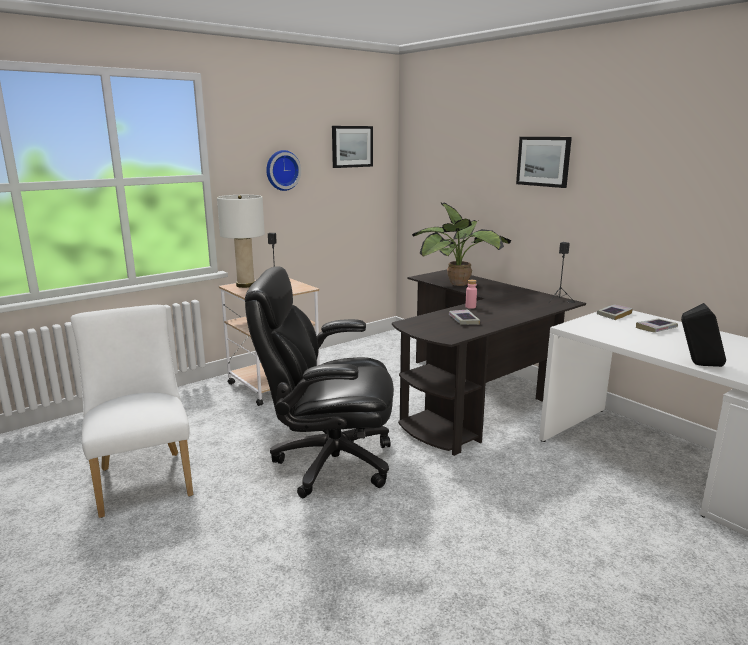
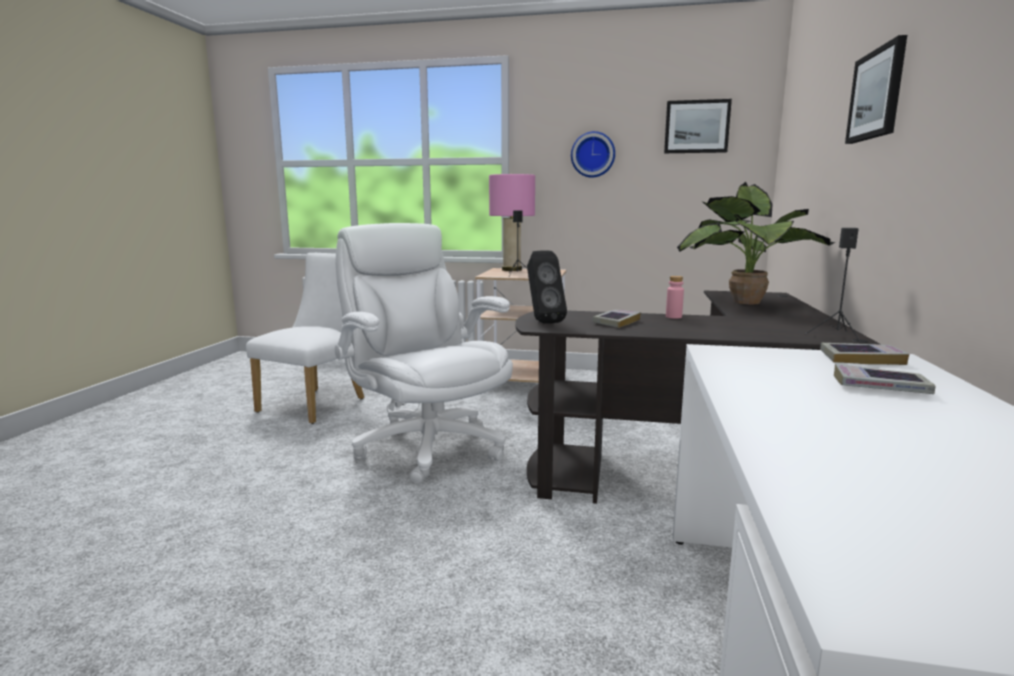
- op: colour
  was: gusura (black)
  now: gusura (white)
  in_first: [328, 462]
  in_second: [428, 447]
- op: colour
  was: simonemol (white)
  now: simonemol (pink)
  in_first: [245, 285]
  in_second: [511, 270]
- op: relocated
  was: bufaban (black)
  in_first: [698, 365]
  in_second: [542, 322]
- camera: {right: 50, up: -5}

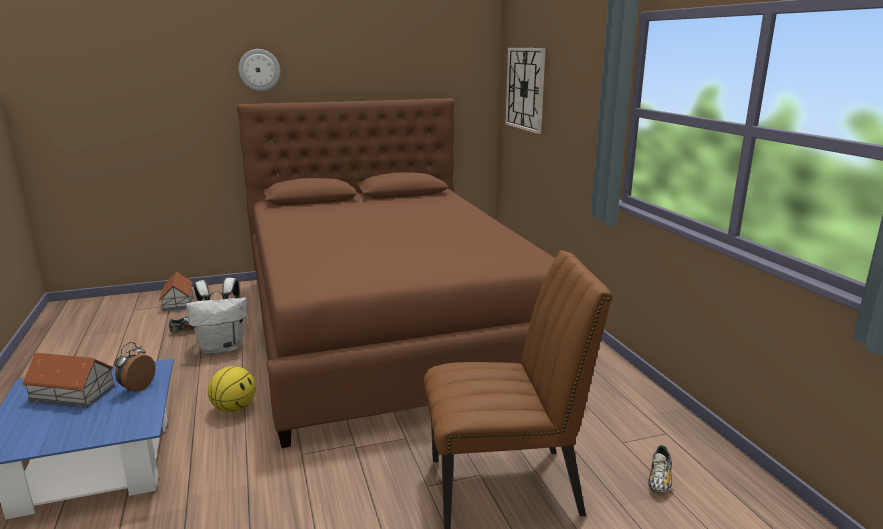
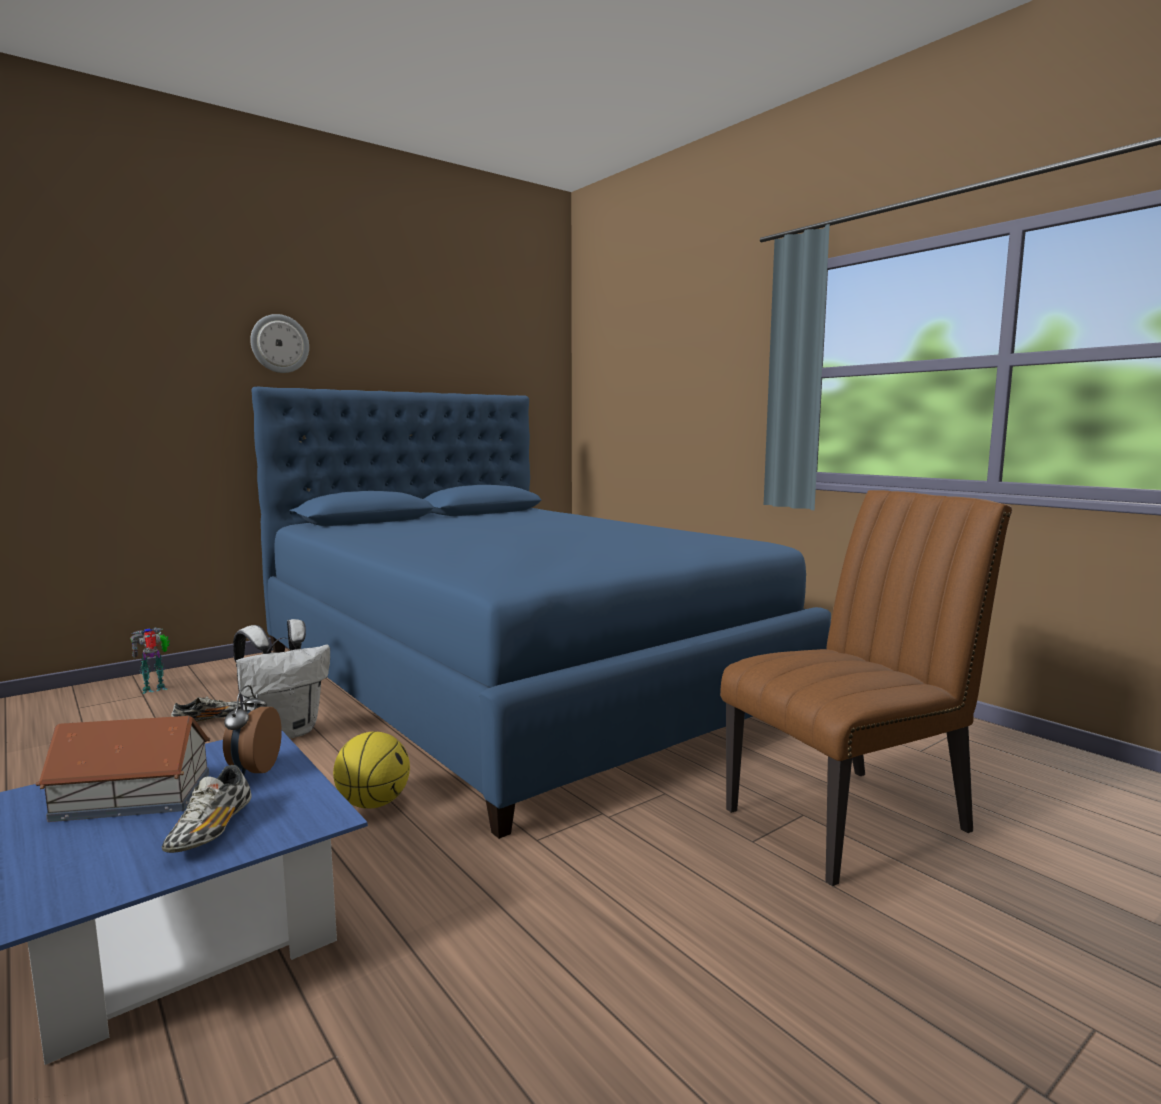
- op: exchanged
  was: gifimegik
  now: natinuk
  in_first: [178, 302]
  in_second: [155, 689]
- op: relocated
  was: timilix
  in_first: [659, 480]
  in_second: [211, 831]
- op: colour
  was: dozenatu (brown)
  now: dozenatu (blue)
  in_first: [389, 327]
  in_second: [515, 679]
- op: missing
  was: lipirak
  in_first: [525, 89]
- camera: {right: -20, up: -10}

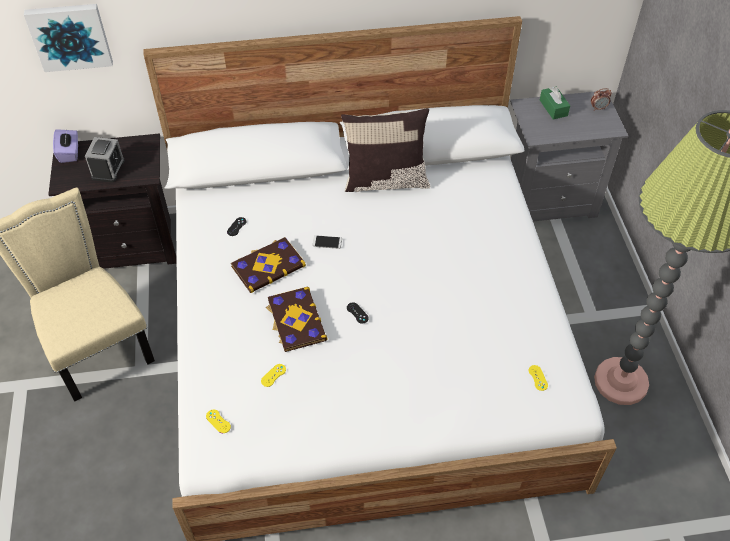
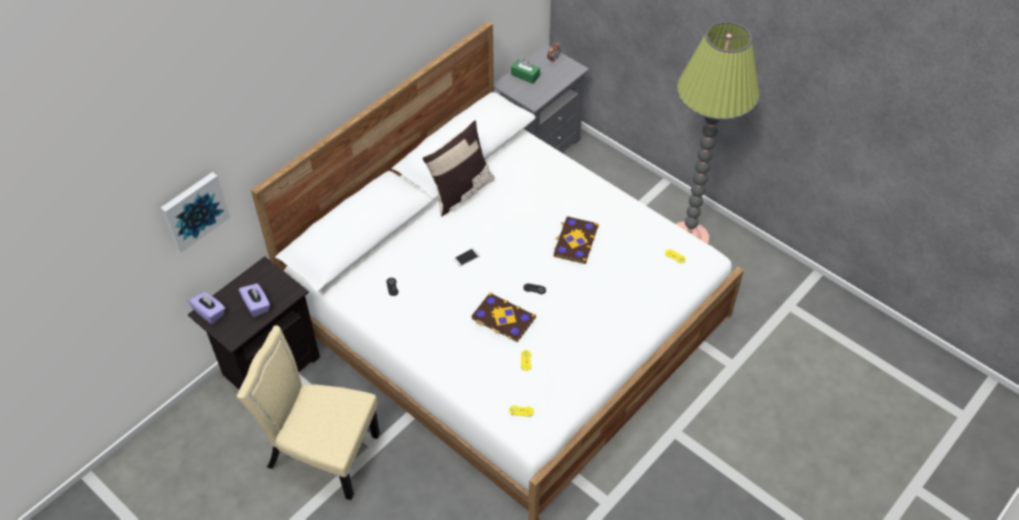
- op: exchanged
  was: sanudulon
  now: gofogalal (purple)
  in_first: [108, 169]
  in_second: [257, 305]
- op: relocated
  was: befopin
  in_first: [268, 265]
  in_second: [575, 241]
- camera: {right: -40, up: 0}

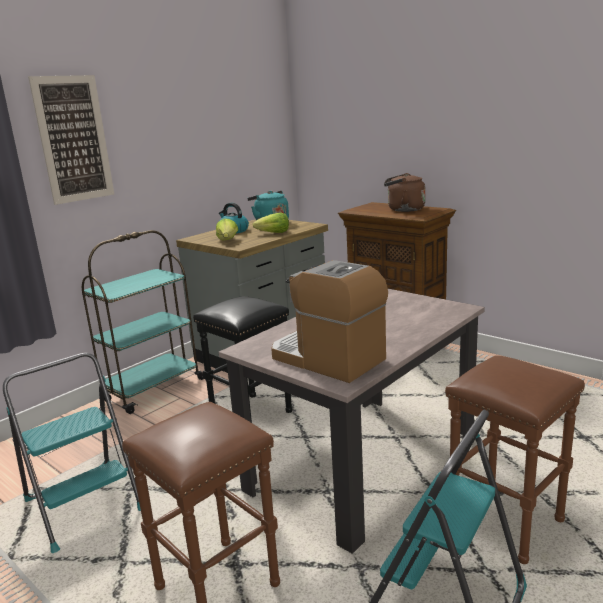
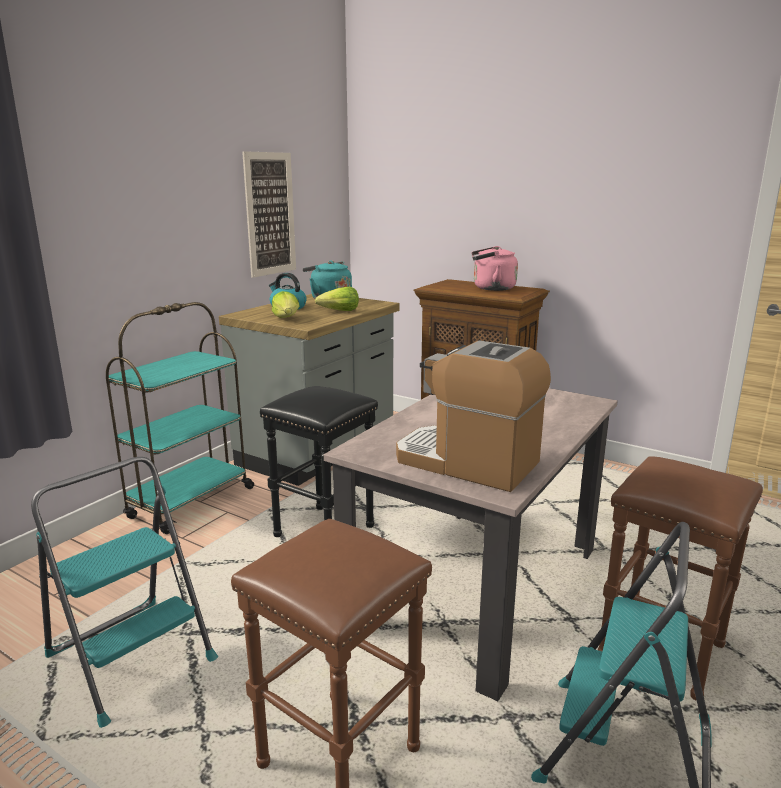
- op: relocated
  was: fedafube
  in_first: [73, 139]
  in_second: [270, 214]
- op: colour
  was: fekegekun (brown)
  now: fekegekun (pink)
  in_first: [403, 209]
  in_second: [491, 288]
- camera: {right: -10, up: 0}

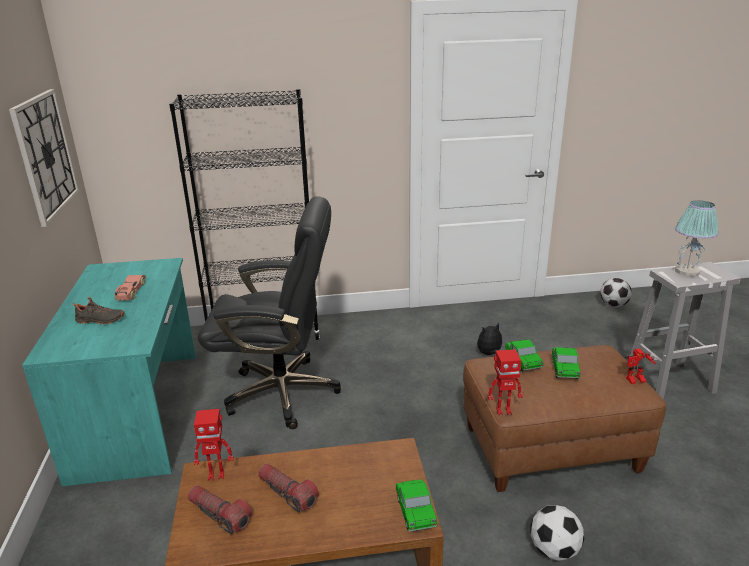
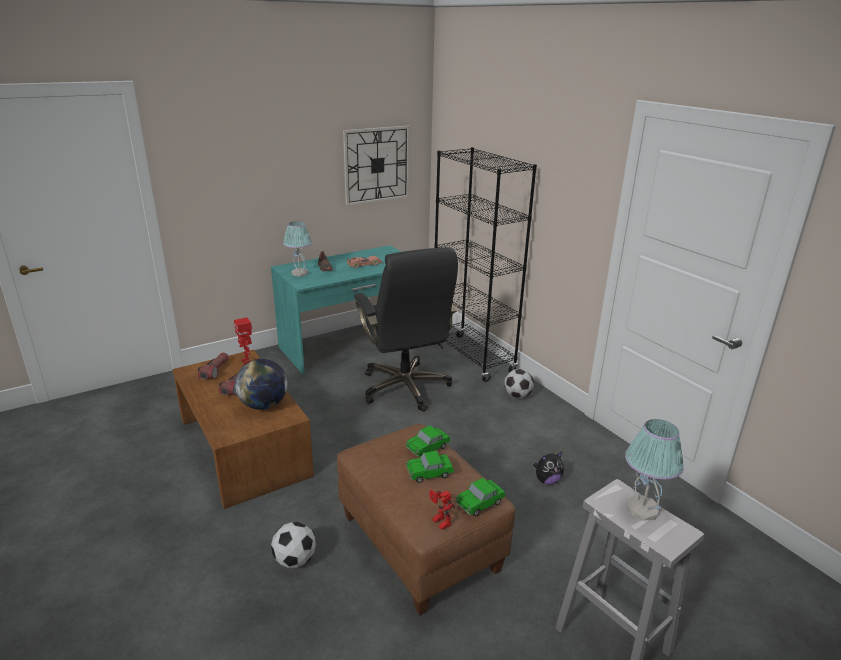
- op: appeared
  now: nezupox
  in_second: [264, 405]
- op: appeared
  now: simonemol
  in_second: [300, 273]
- op: relocated
  was: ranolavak
  in_first: [415, 512]
  in_second: [480, 503]
- op: relocated
  was: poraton
  in_first: [613, 305]
  in_second: [517, 396]
- op: spun
  was: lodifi
  in_first: [489, 354]
  in_second: [547, 480]
  clockwise: 120
- op: missing
  was: natinuk
  in_first: [503, 410]
- camera: {right: 65, up: 0}

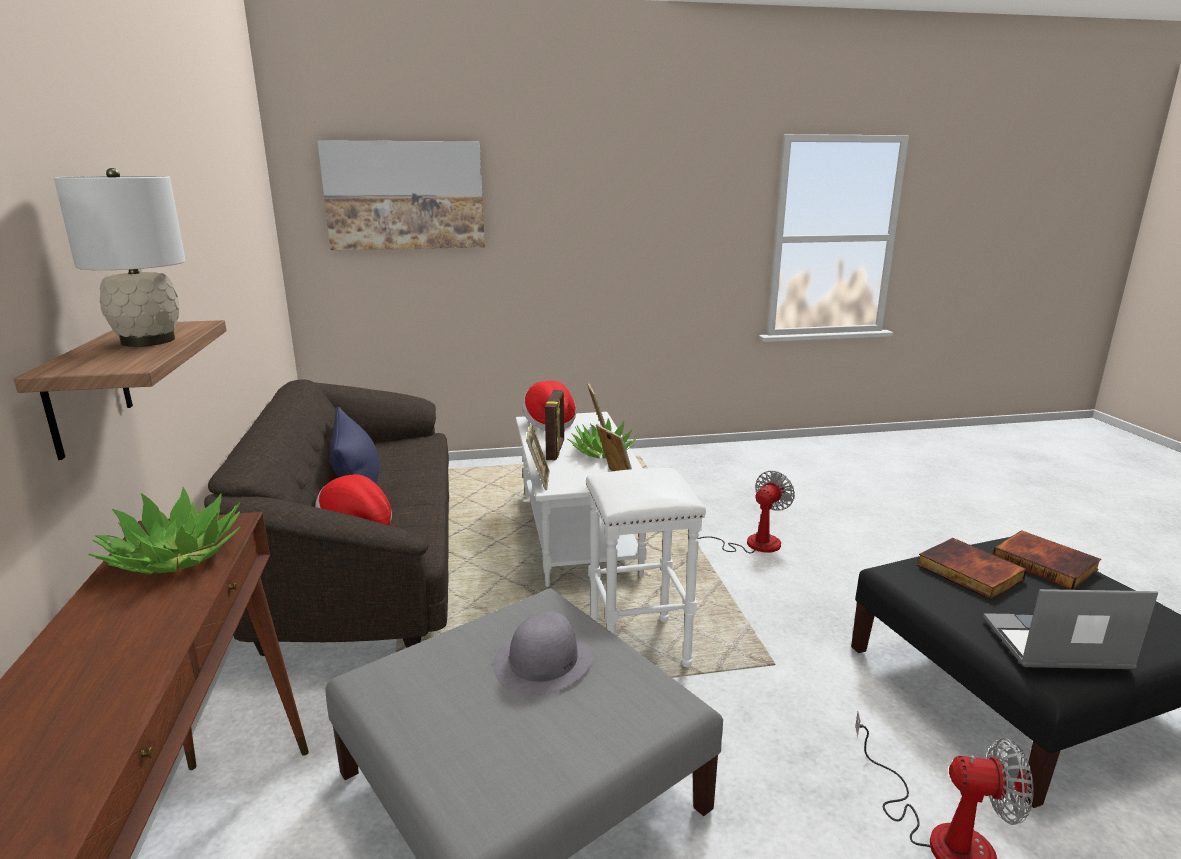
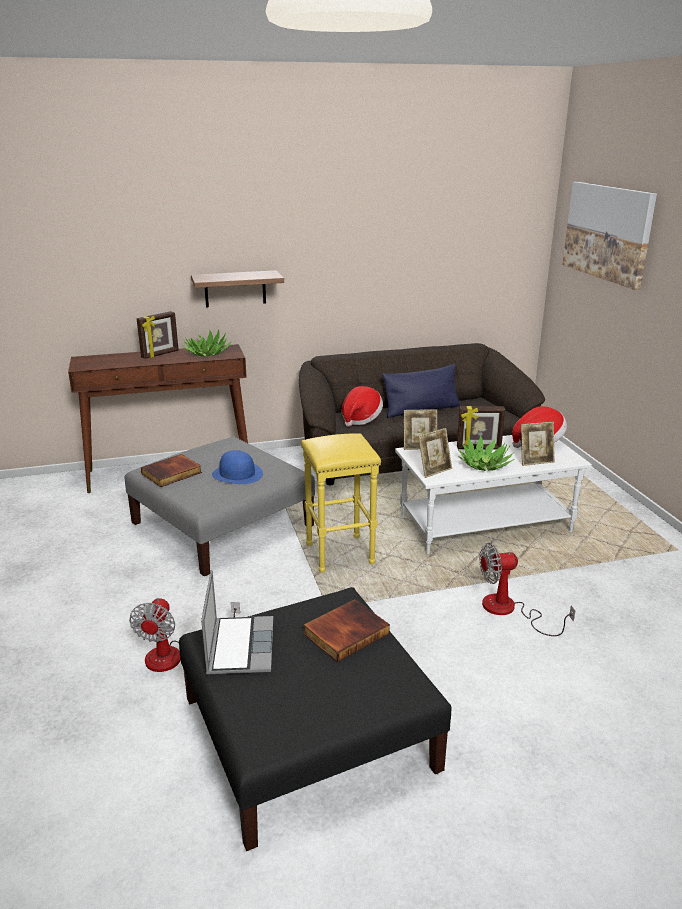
- op: appeared
  now: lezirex
  in_second: [160, 354]
- op: relocated
  was: befopin
  in_first: [1045, 563]
  in_second: [172, 474]
- op: colour
  was: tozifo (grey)
  now: tozifo (blue)
  in_first: [543, 661]
  in_second: [237, 474]
- op: colour
  was: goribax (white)
  now: goribax (yellow)
  in_first: [636, 646]
  in_second: [340, 553]
- op: spun
  was: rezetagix
  in_first: [750, 543]
  in_second: [509, 610]
  clockwise: 135
- op: missing
  was: simonemol (white)
  in_first: [147, 341]
- camera: {right: 85, up: 5}

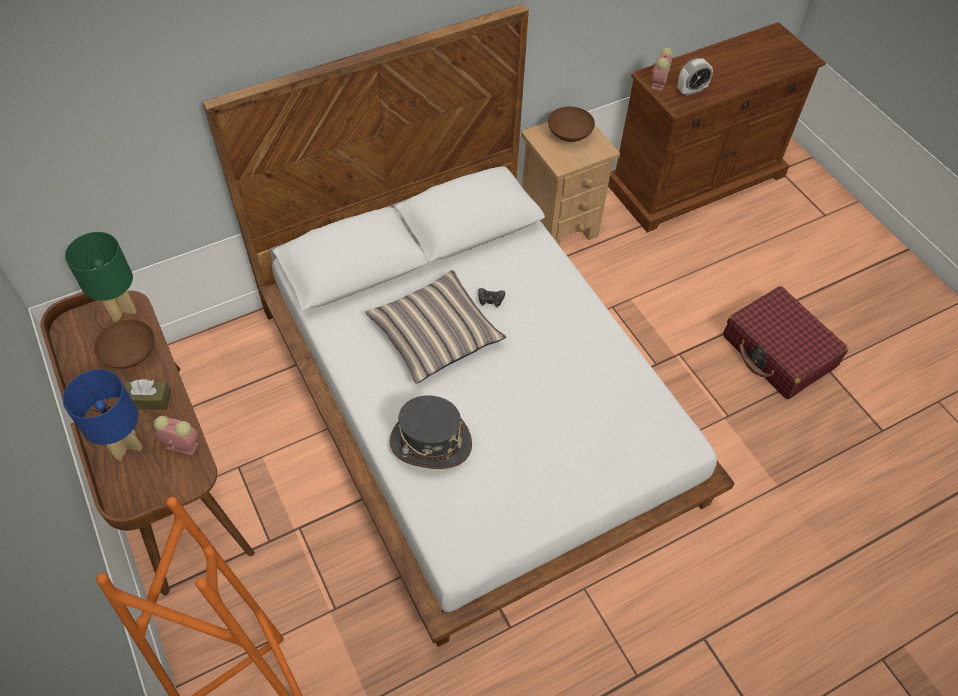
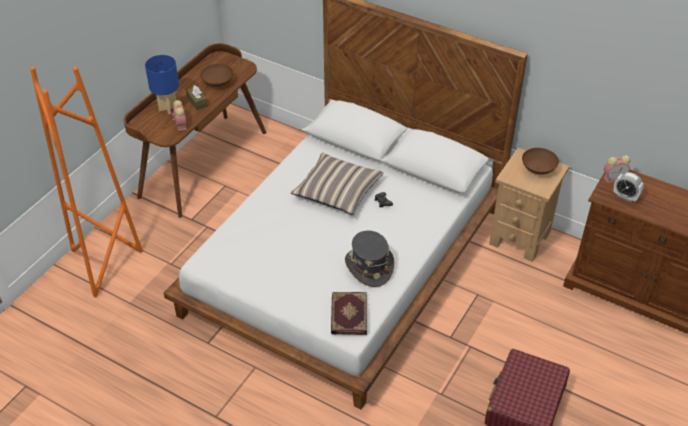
- op: appeared
  now: befopin
  in_second: [348, 314]
- op: relocated
  was: tozifo (grey)
  in_first: [430, 443]
  in_second: [369, 266]
- op: missing
  was: simonemol (green)
  in_first: [122, 309]
- camera: {right: 60, up: -10}

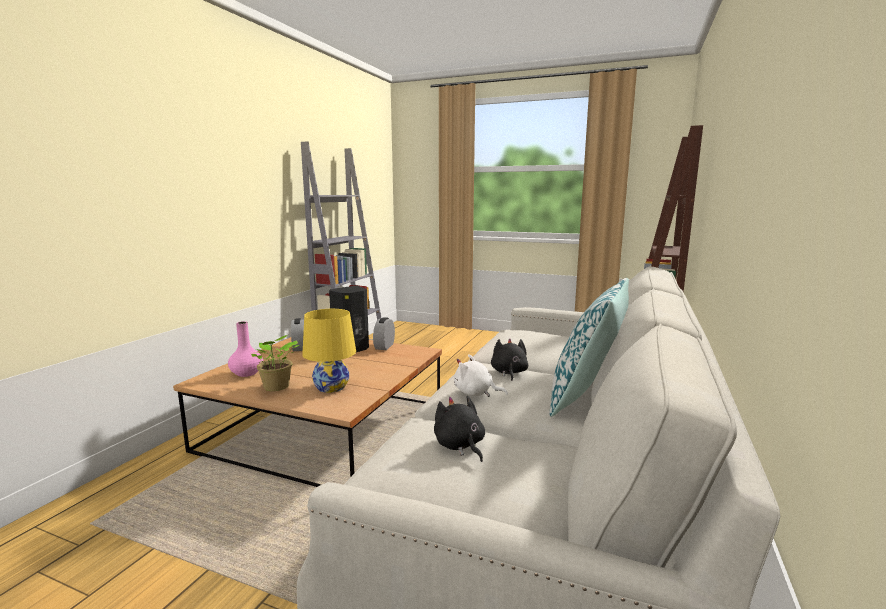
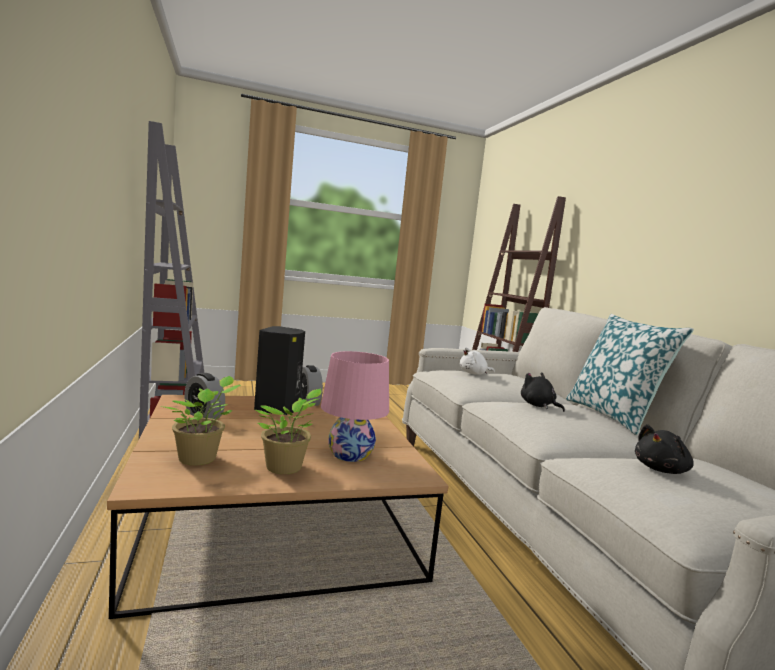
- op: exchanged
  was: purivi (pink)
  now: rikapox
  in_first: [246, 373]
  in_second: [200, 459]
- op: colour
  was: simonemol (yellow)
  now: simonemol (pink)
  in_first: [331, 387]
  in_second: [350, 454]
- op: relocated
  was: lodifi (white)
  in_first: [475, 393]
  in_second: [474, 374]
- op: spun
  was: lodifi (black)
  in_first: [460, 446]
  in_second: [662, 470]
  clockwise: -60
- camera: {right: -40, up: -5}

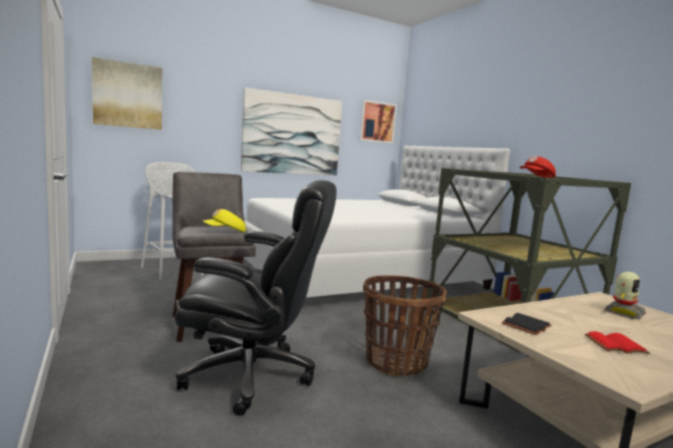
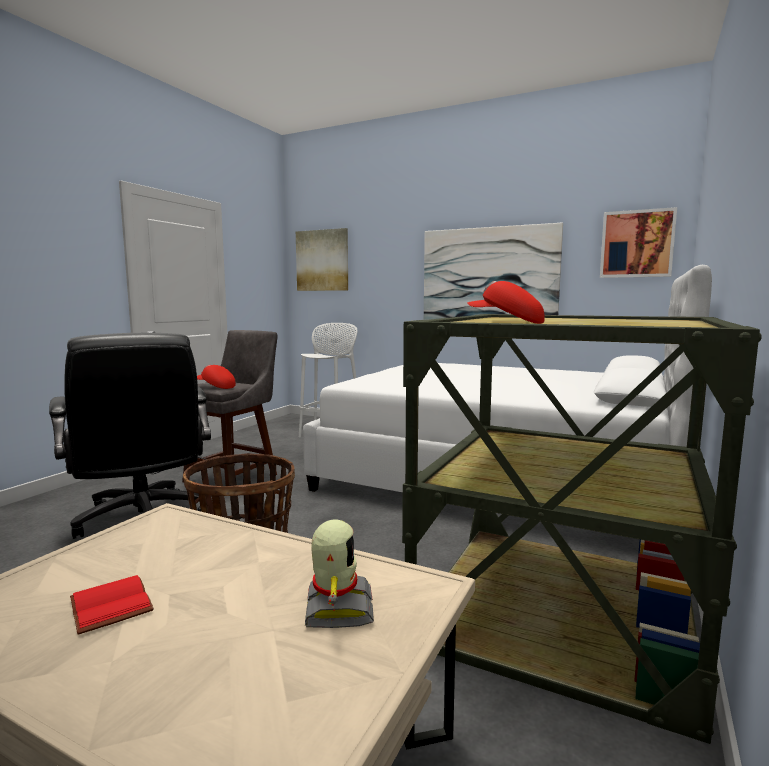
- op: colour
  was: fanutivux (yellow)
  now: fanutivux (red)
  in_first: [225, 232]
  in_second: [215, 387]
- op: spun
  was: natinuk
  in_first: [623, 312]
  in_second: [337, 608]
  clockwise: -105
- op: missing
  was: befopin (black)
  in_first: [527, 326]
- camera: {right: 55, up: 0}

